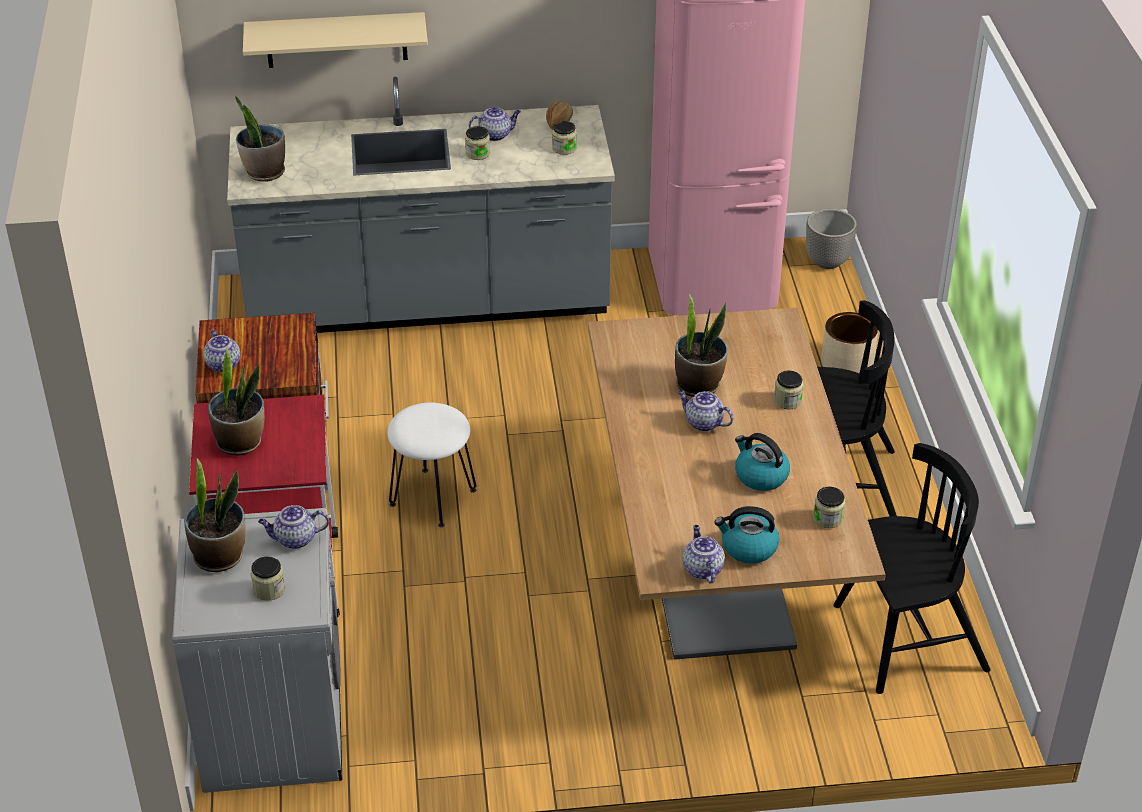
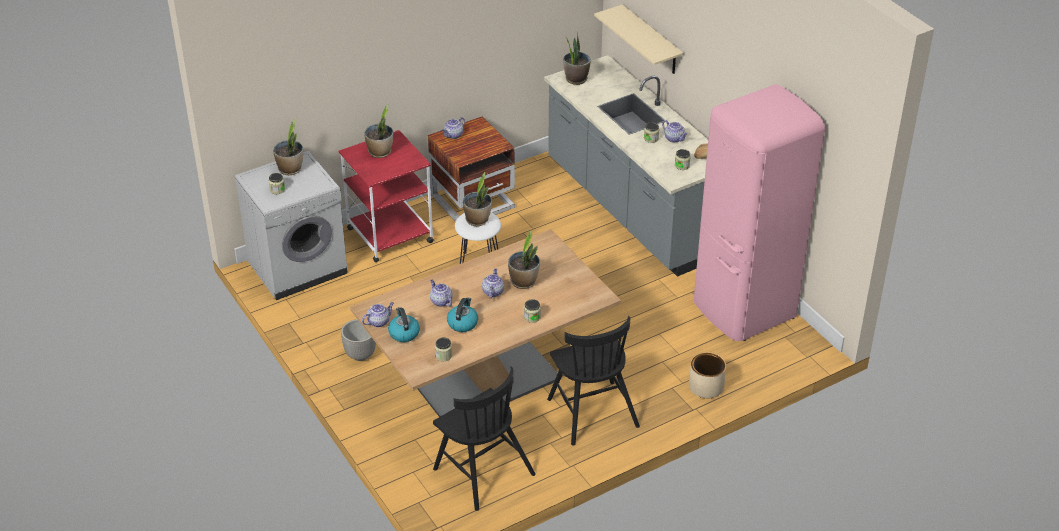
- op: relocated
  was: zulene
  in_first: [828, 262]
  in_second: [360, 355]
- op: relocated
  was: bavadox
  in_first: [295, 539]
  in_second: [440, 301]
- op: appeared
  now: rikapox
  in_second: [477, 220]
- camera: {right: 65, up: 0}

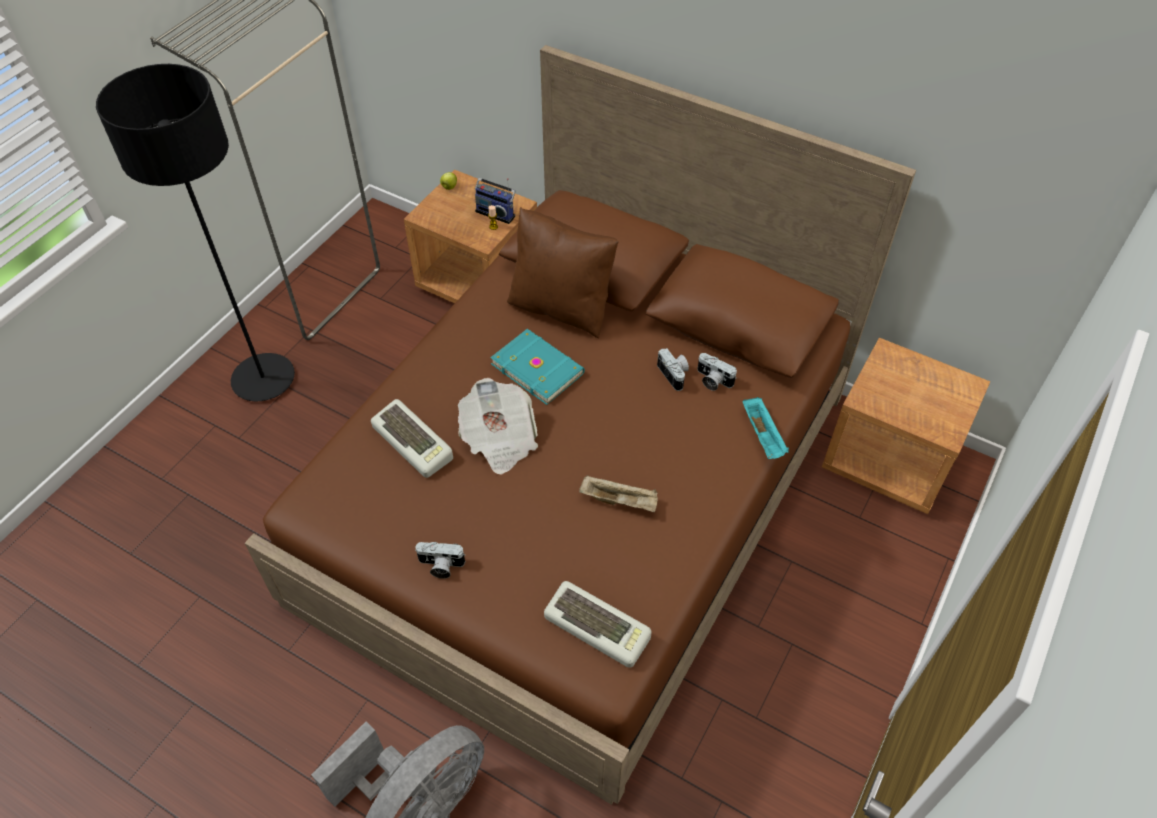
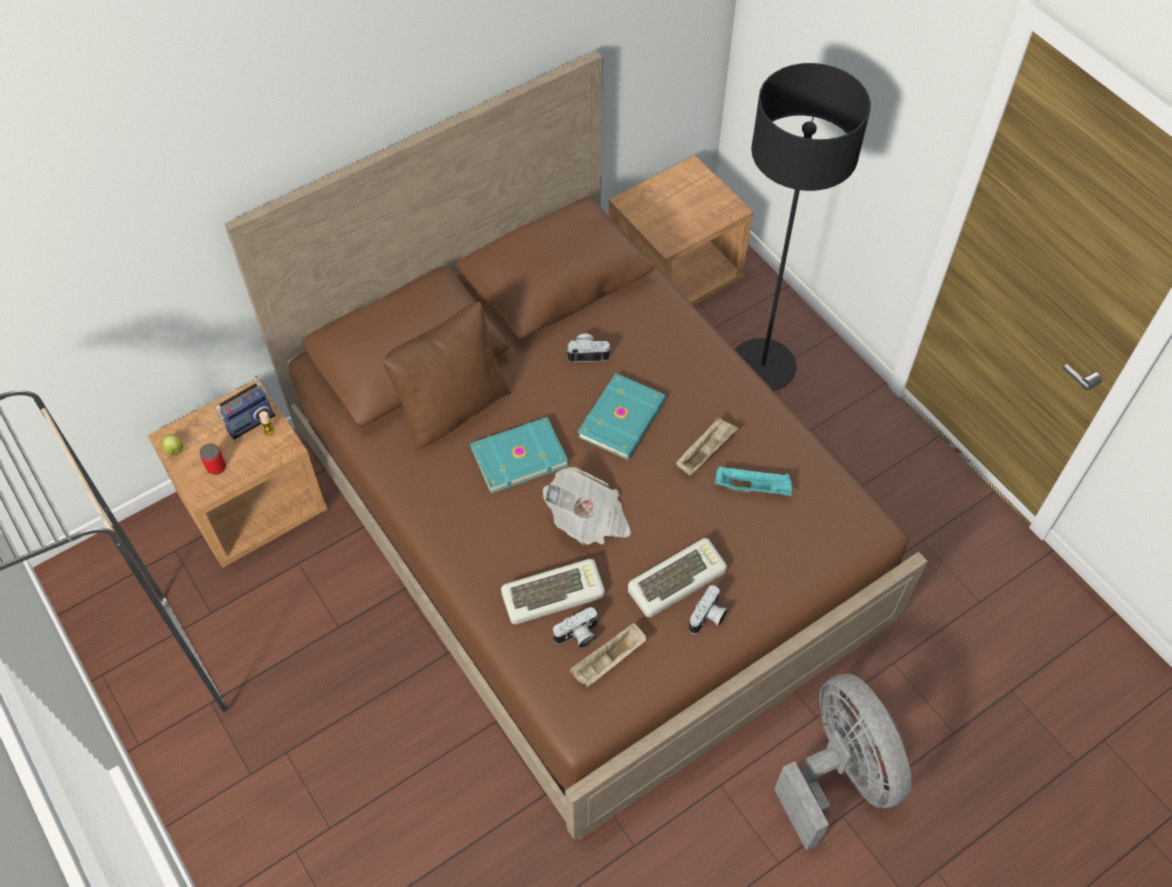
- op: appeared
  now: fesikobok
  in_second: [216, 467]
- op: relocated
  was: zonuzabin
  in_first: [712, 380]
  in_second: [578, 636]
- op: appeared
  now: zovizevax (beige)
  in_second: [608, 662]
- op: appeared
  now: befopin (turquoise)
  in_second: [623, 419]
- op: relocated
  was: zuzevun
  in_first: [599, 626]
  in_second: [676, 579]
- op: relocated
  was: zovizevax (turquoise)
  in_first: [763, 436]
  in_second: [753, 488]
- op: relocated
  was: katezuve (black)
  in_first: [263, 379]
  in_second: [762, 367]
- camera: {right: -65, up: 5}

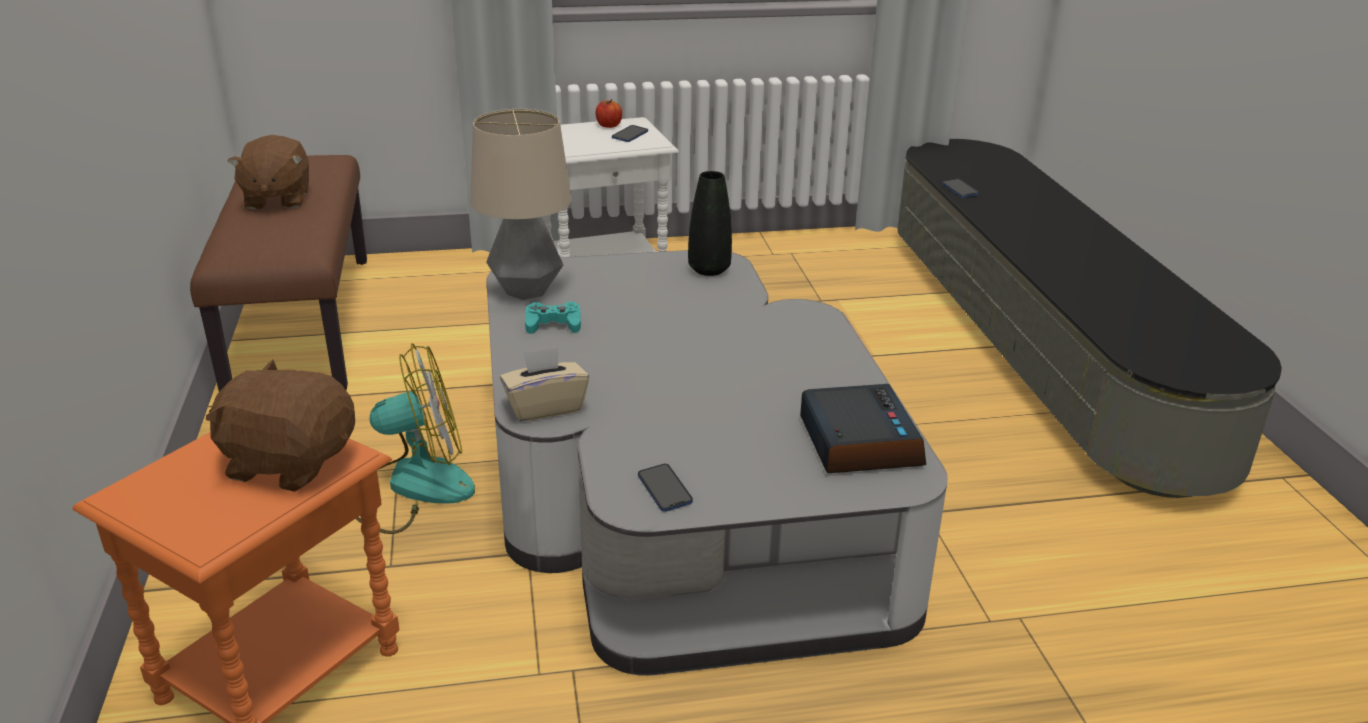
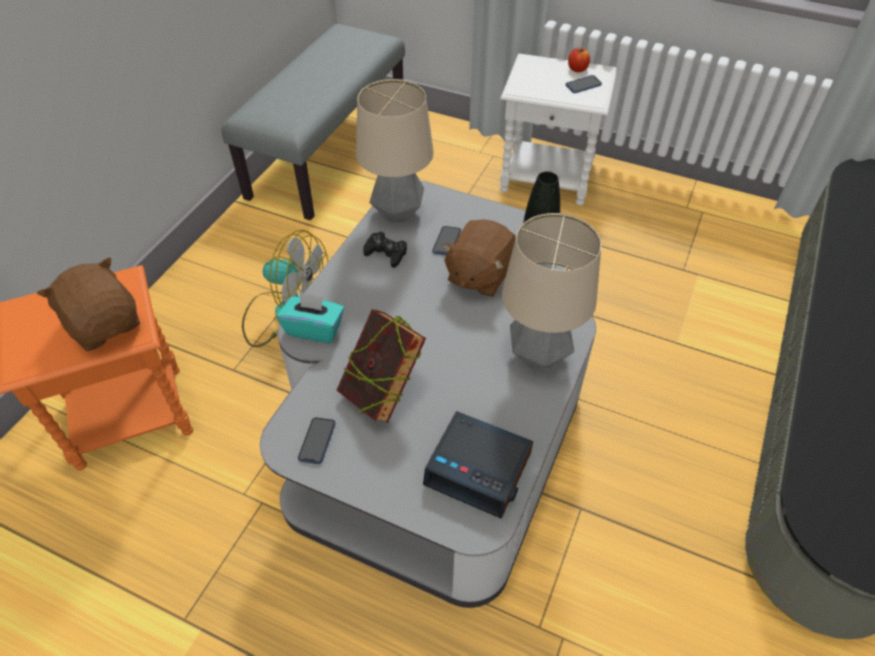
- op: colour
  was: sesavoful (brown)
  now: sesavoful (grey)
  in_first: [300, 323]
  in_second: [328, 152]
- op: colour
  was: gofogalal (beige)
  now: gofogalal (turquoise)
  in_first: [545, 407]
  in_second: [314, 329]
- op: appeared
  now: befopin
  in_second: [382, 391]
- op: colour
  was: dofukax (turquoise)
  now: dofukax (black)
  in_first: [553, 324]
  in_second: [386, 253]
- op: spun
  was: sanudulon
  in_first: [858, 441]
  in_second: [479, 468]
  clockwise: 90
- op: relocated
  was: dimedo
  in_first: [960, 189]
  in_second: [446, 241]
- op: relocated
  was: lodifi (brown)
  in_first: [277, 199]
  in_second: [479, 275]
- op: appeared
  now: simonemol
  in_second: [539, 355]
- camera: {right: 35, up: 20}

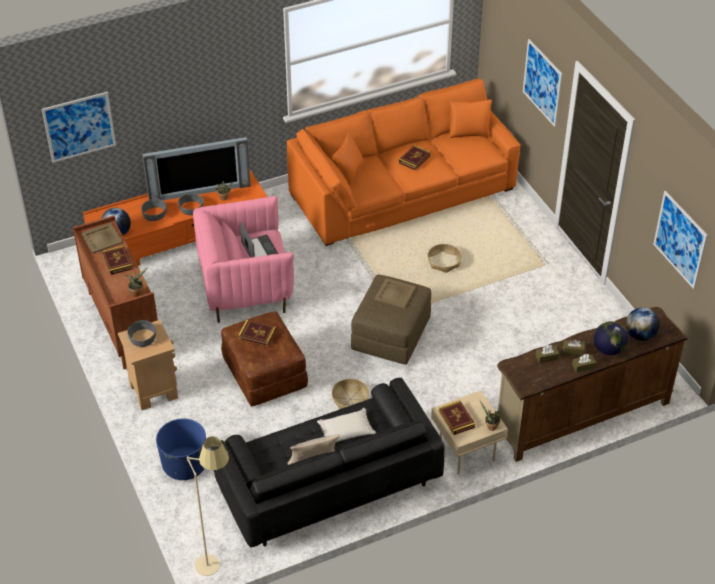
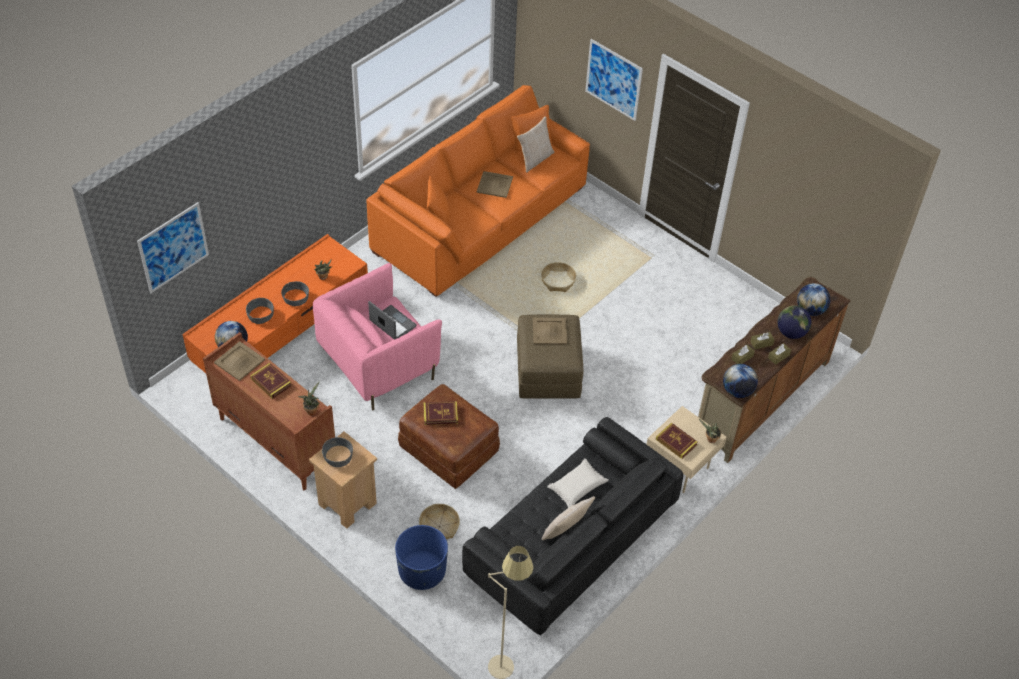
- op: relocated
  was: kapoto
  in_first: [350, 399]
  in_second: [439, 526]
- op: exchanged
  was: befopin
  now: zovizevax (beige)
  in_first: [414, 159]
  in_second: [495, 184]
- op: appeared
  now: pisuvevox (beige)
  in_second: [535, 159]
- op: appeared
  now: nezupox
  in_second: [737, 391]
- op: missing
  was: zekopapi
  in_first: [199, 190]
- op: missing
  was: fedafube
  in_first: [680, 239]
- camera: {right: -25, up: 5}

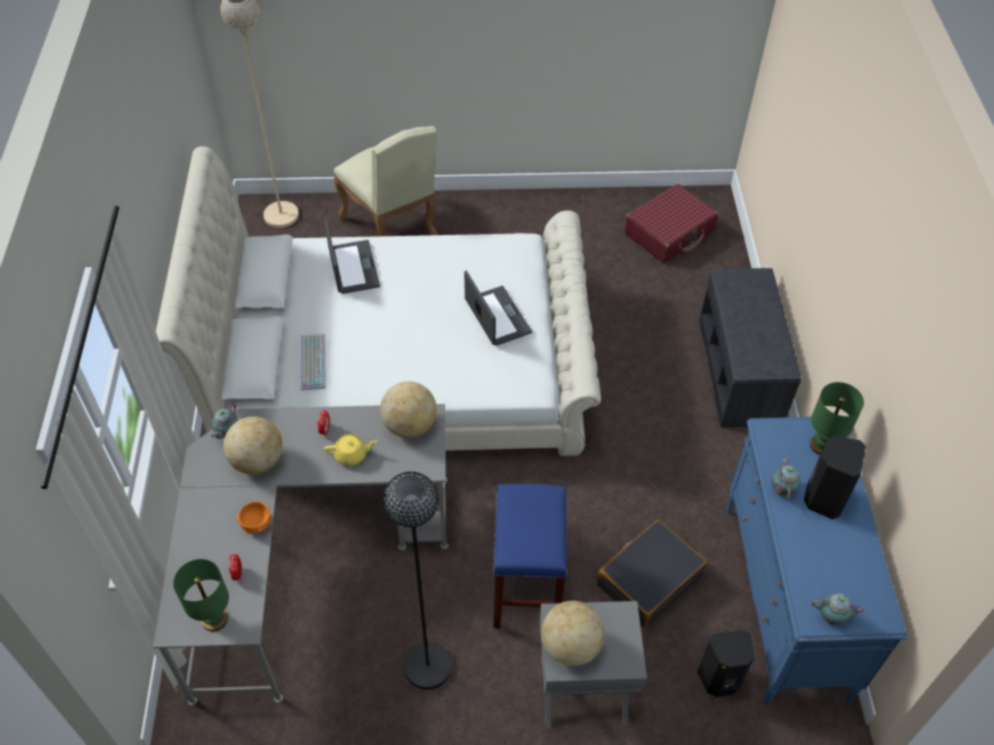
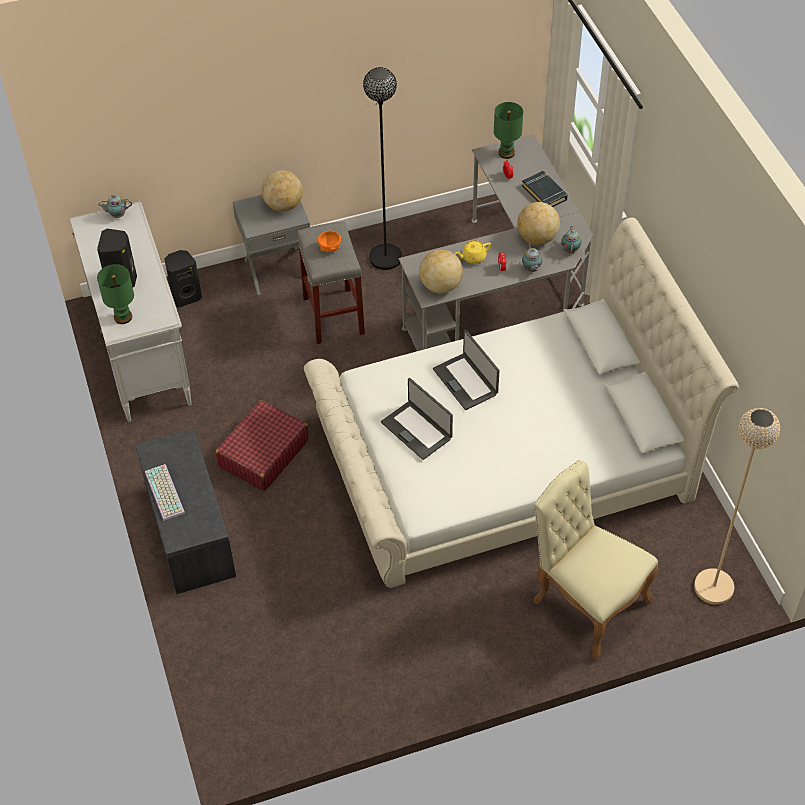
- op: colour
  was: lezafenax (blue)
  now: lezafenax (white)
  in_first: [783, 602]
  in_second: [142, 352]
- op: relocated
  was: zuzevun
  in_first: [311, 361]
  in_second: [166, 493]
- op: relocated
  was: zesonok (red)
  in_first: [669, 232]
  in_second: [263, 453]
- op: colour
  was: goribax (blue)
  now: goribax (grey)
  in_first: [527, 591]
  in_second: [332, 315]
- op: relocated
  was: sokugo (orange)
  in_first: [256, 524]
  in_second: [330, 248]
- op: relocated
  was: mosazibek
  in_first: [352, 267]
  in_second: [466, 381]
- op: appeared
  now: befopin (black)
  in_second: [544, 193]
- op: relocated
  was: bavadox
  in_first: [782, 488]
  in_second: [531, 269]
- op: missing
  was: zesonok (black)
  in_first: [649, 580]
- camera: {right: 165, up: 0}

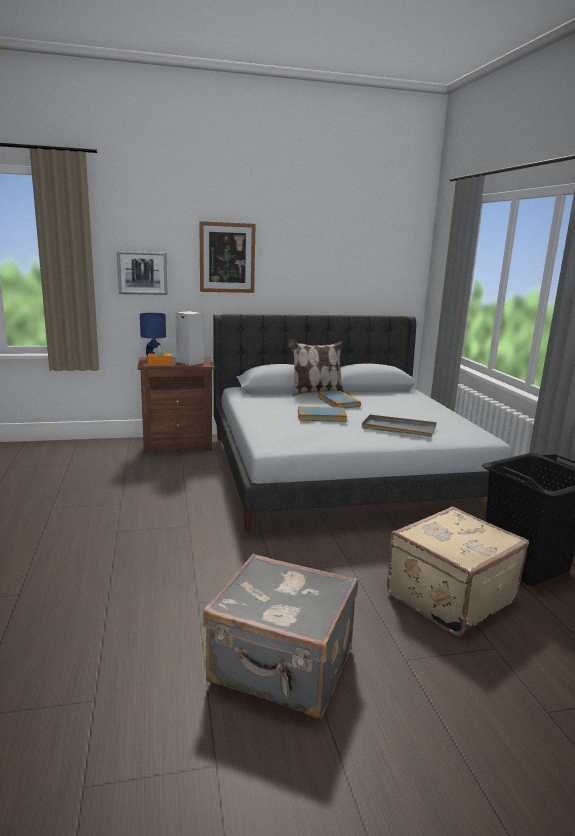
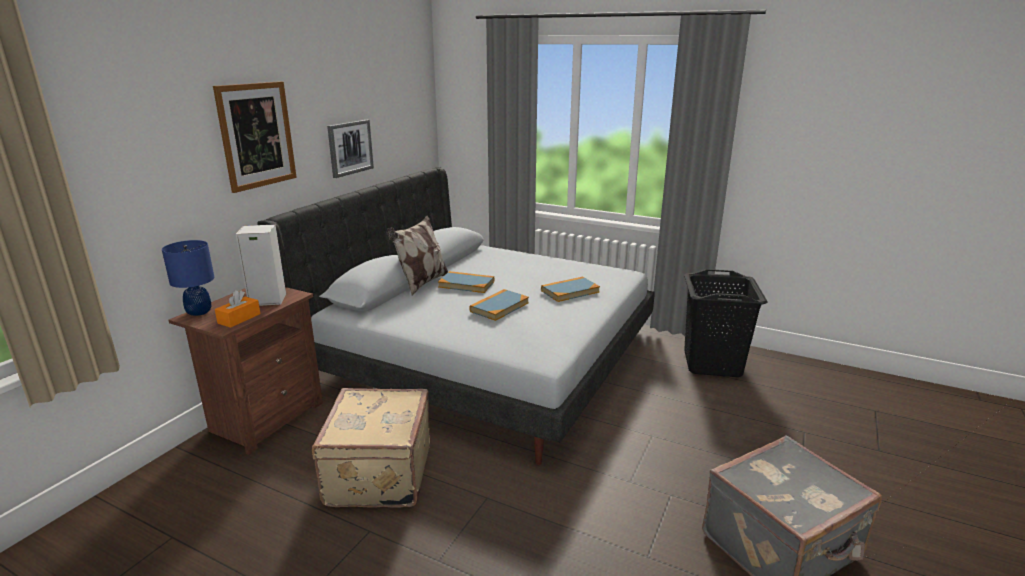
- op: relocated
  was: zesonok (beige)
  in_first: [448, 596]
  in_second: [377, 474]
- op: relocated
  was: fedafube
  in_first: [142, 273]
  in_second: [350, 148]
- op: exchanged
  was: zovizevax (grey)
  now: befopin
  in_first: [398, 428]
  in_second: [570, 291]
- camera: {right: -50, up: 5}

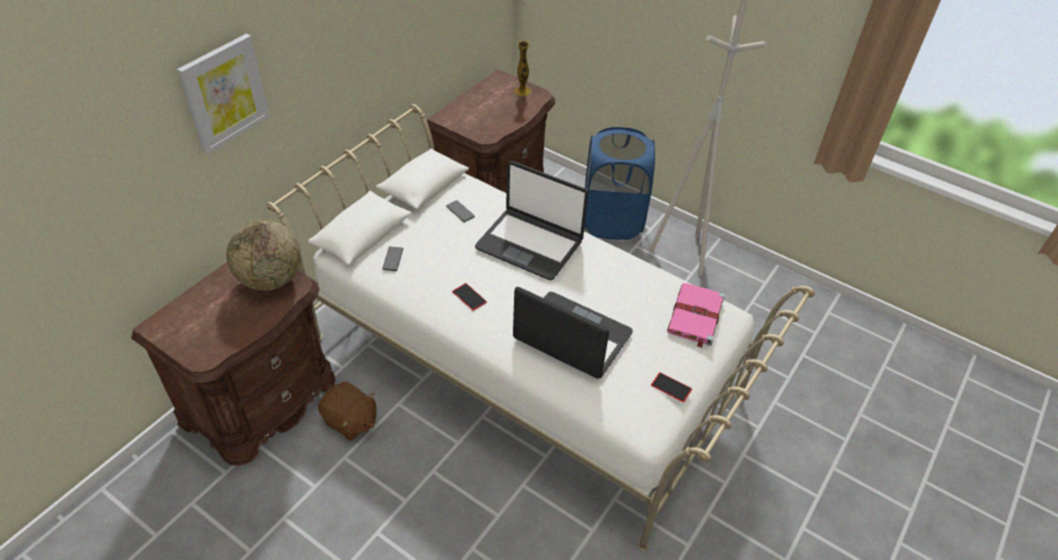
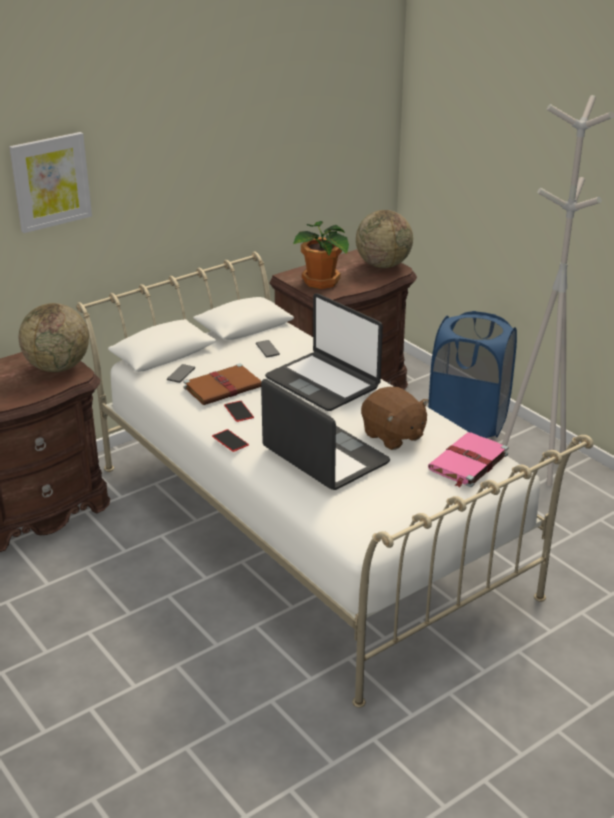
- op: appeared
  now: befopin (brown)
  in_second: [224, 387]
- op: relocated
  was: dimedo
  in_first: [671, 387]
  in_second: [230, 440]
- op: appeared
  now: rikapox
  in_second: [321, 282]
- op: exchanged
  was: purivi
  now: nezupox
  in_first: [522, 91]
  in_second: [383, 265]
- op: relocated
  was: lodifi (brown)
  in_first: [350, 421]
  in_second: [393, 436]
- camera: {right: 20, up: -15}

